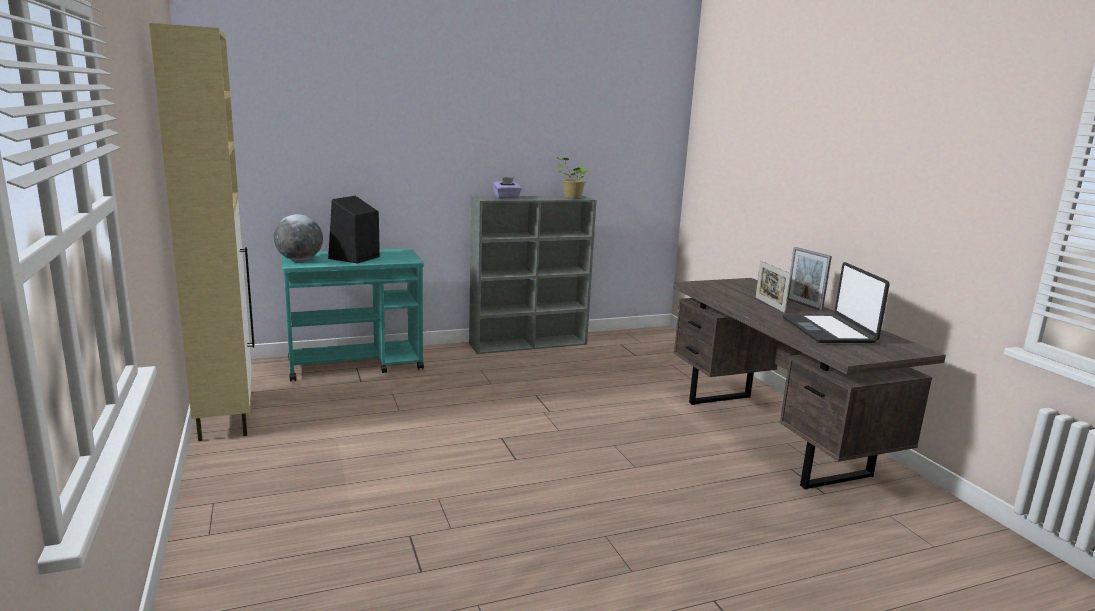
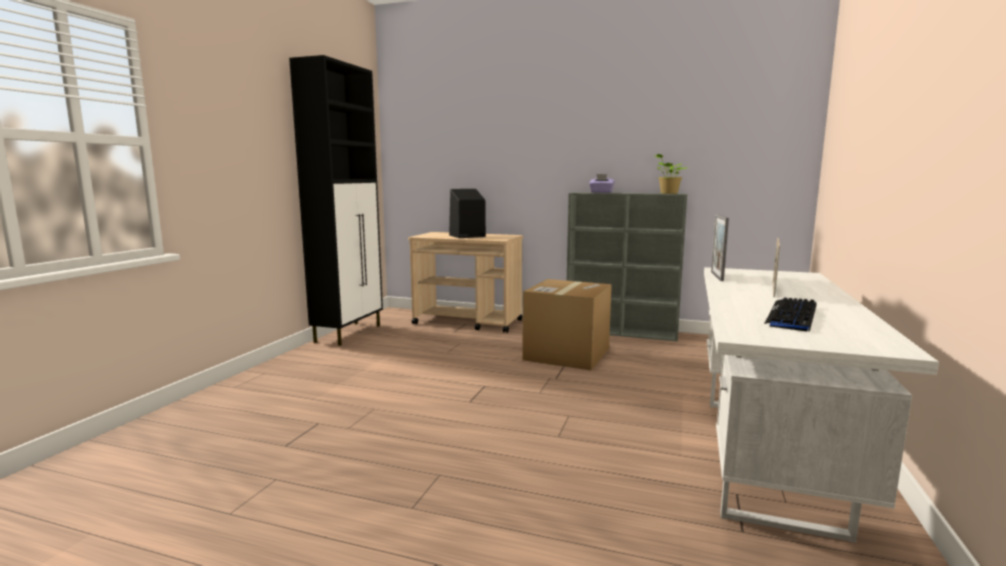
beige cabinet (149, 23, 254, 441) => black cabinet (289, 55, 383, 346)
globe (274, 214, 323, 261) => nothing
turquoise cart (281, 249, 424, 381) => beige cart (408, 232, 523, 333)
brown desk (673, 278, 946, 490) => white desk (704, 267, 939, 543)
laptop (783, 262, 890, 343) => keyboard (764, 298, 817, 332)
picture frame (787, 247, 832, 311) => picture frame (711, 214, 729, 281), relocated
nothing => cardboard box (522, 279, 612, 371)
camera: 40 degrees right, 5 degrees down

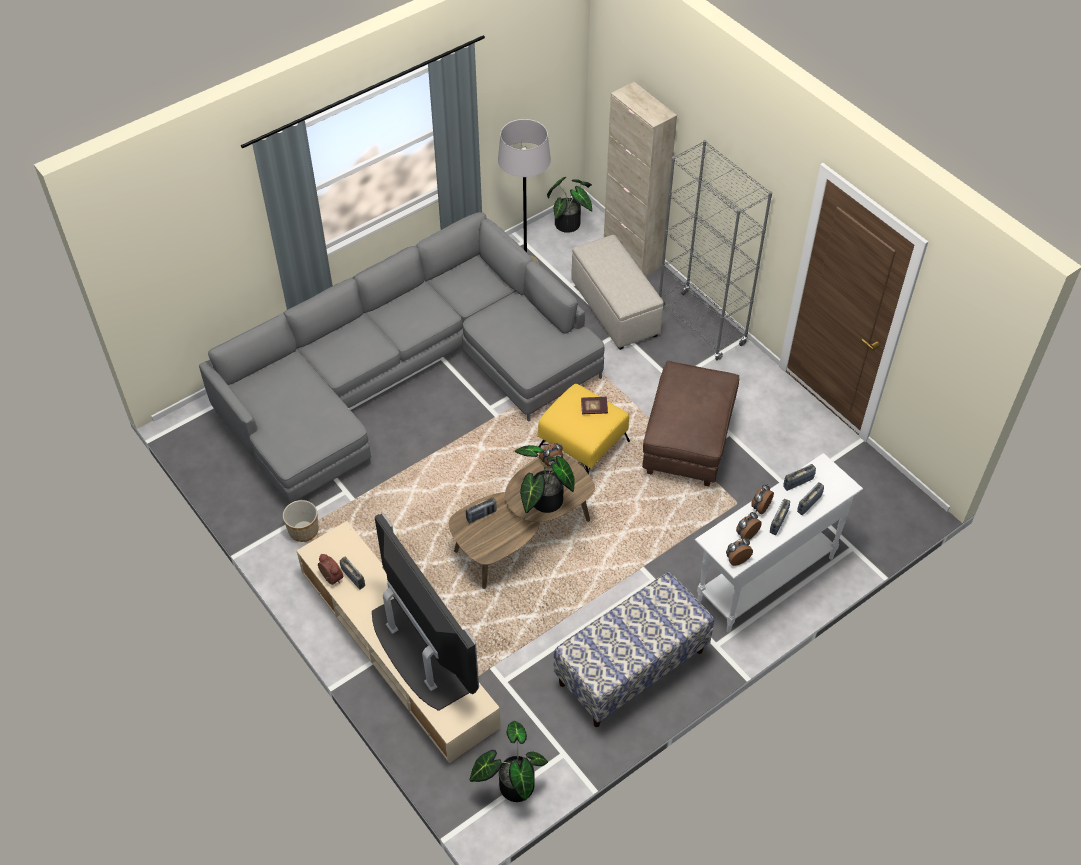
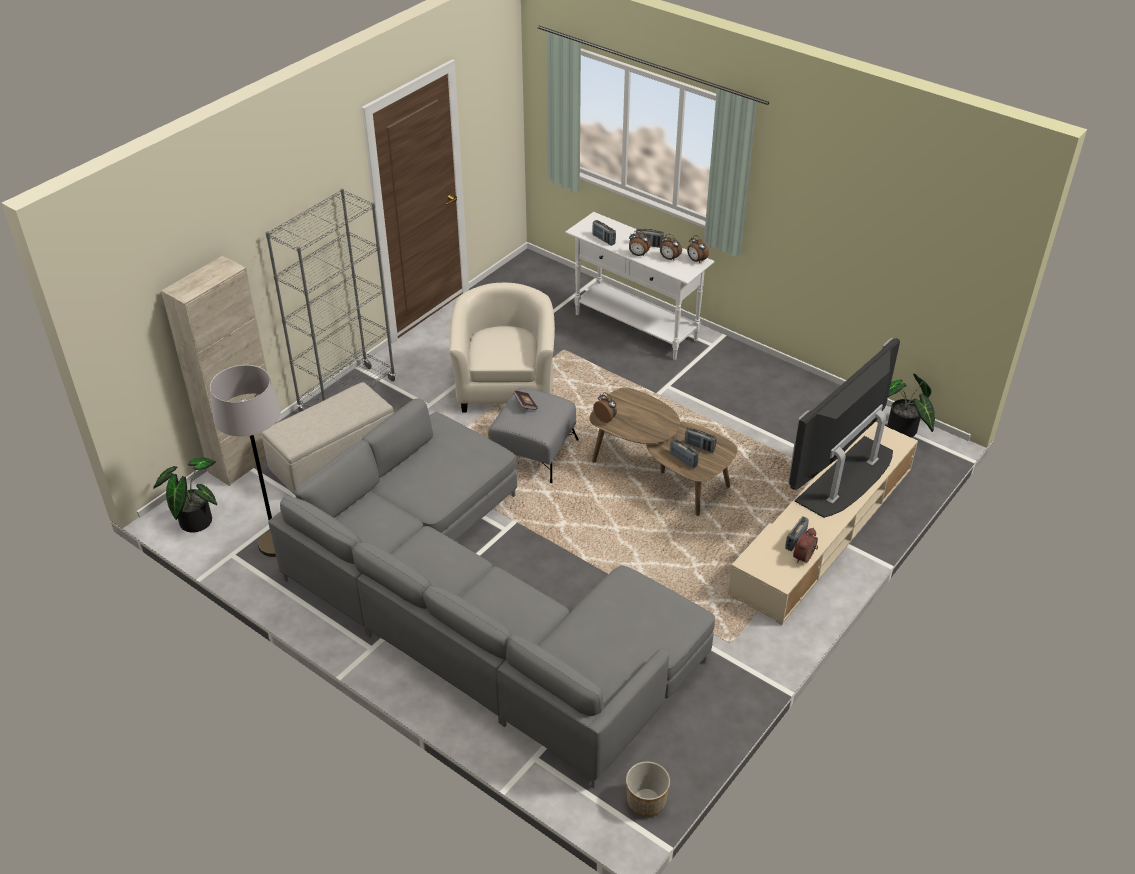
planter (283, 500, 319, 542) => planter (626, 761, 670, 817), relocated
potted plant (514, 445, 575, 513) => nothing
yellow ottoman (537, 384, 630, 474) => grey ottoman (488, 388, 579, 483)
bench (554, 572, 714, 727) => nothing
brown ottoman (642, 361, 739, 486) => beige armchair (449, 283, 555, 413)
radio (797, 482, 824, 515) => radio (685, 427, 717, 453), relocated
camera: 105 degrees left, 10 degrees down

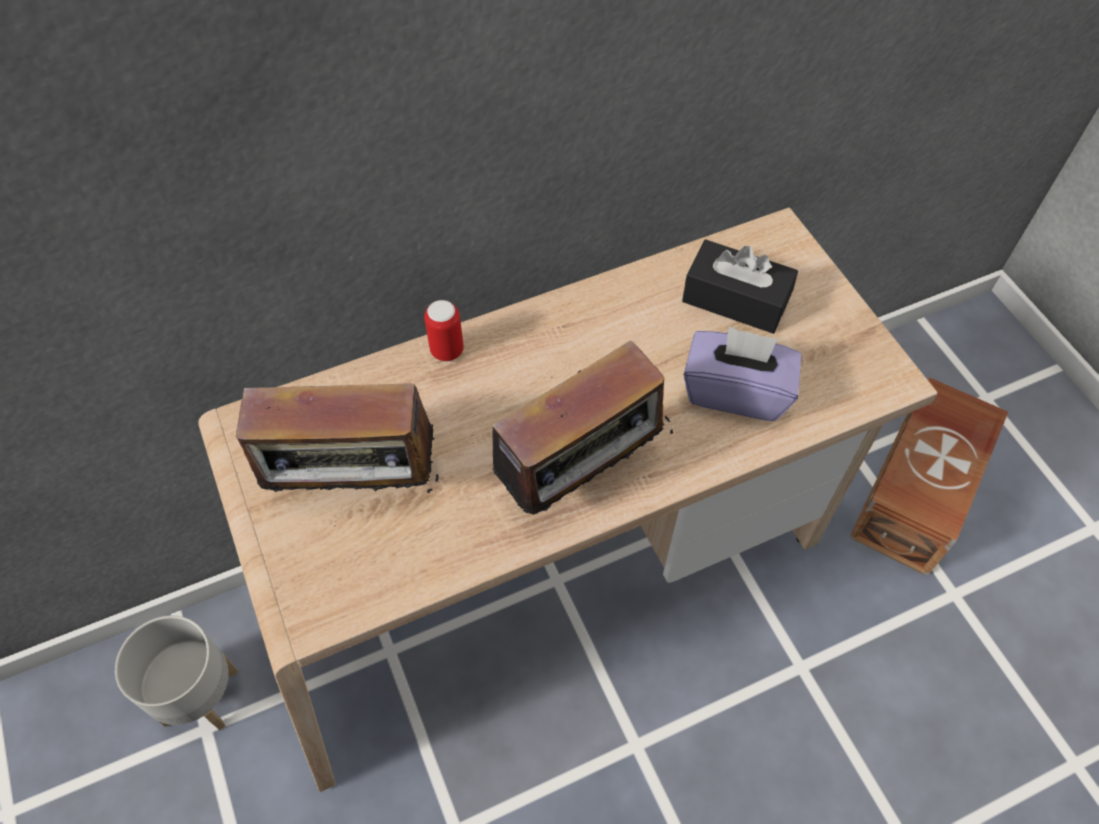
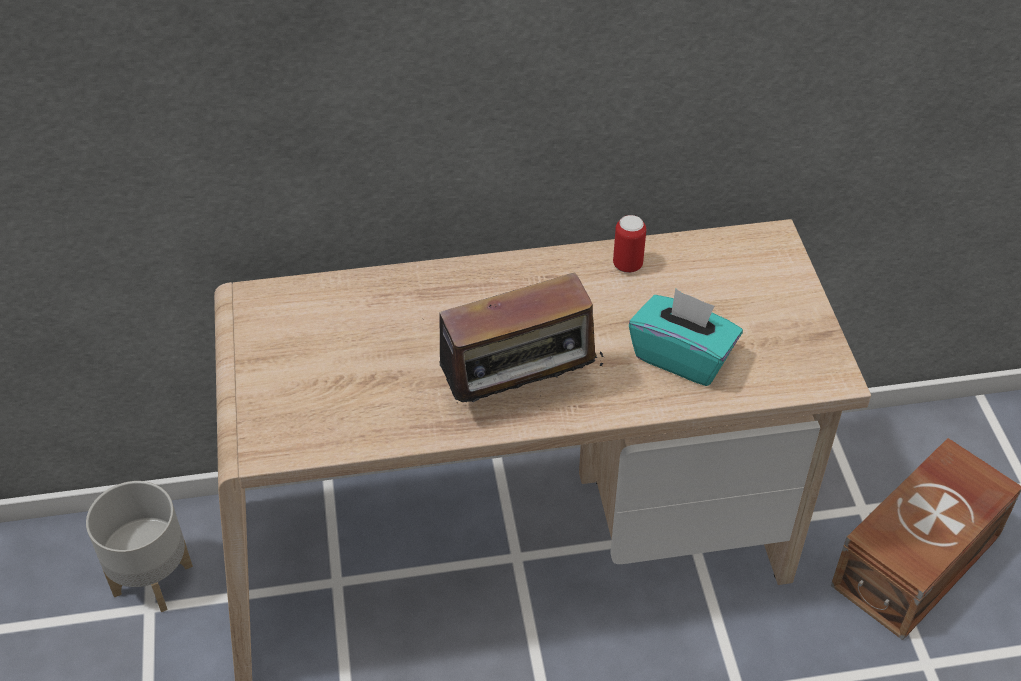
radio (236, 371, 439, 493) => nothing
can (424, 300, 464, 361) => can (613, 215, 646, 273), relocated
black tissue box (682, 239, 798, 334) => nothing
purple tissue box (684, 326, 801, 421) => turquoise tissue box (629, 288, 743, 386)
camera: 15 degrees right, 10 degrees down

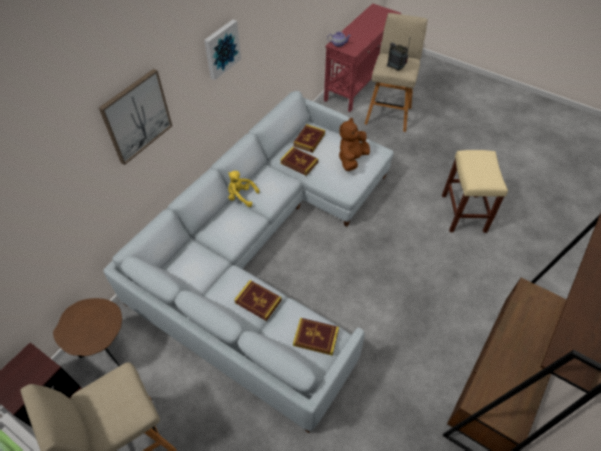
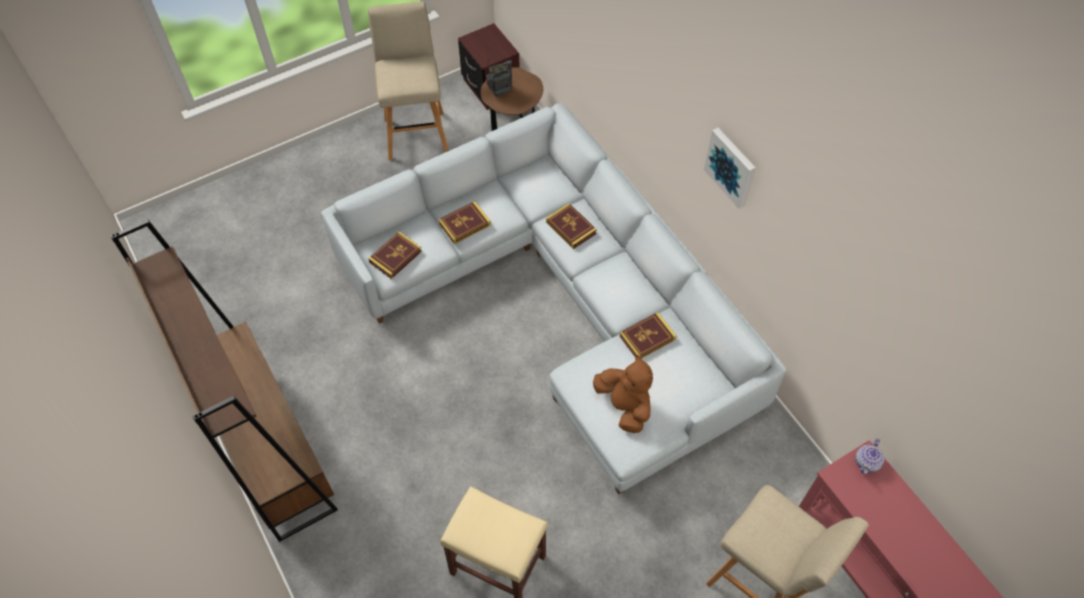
picture (99, 69, 172, 165) => nothing
yellow plush toy (228, 171, 260, 207) => nothing
book (293, 124, 325, 153) => book (546, 203, 597, 249), relocated
radio (387, 39, 410, 71) => radio (486, 57, 513, 97), relocated
camera: 115 degrees right, 5 degrees up

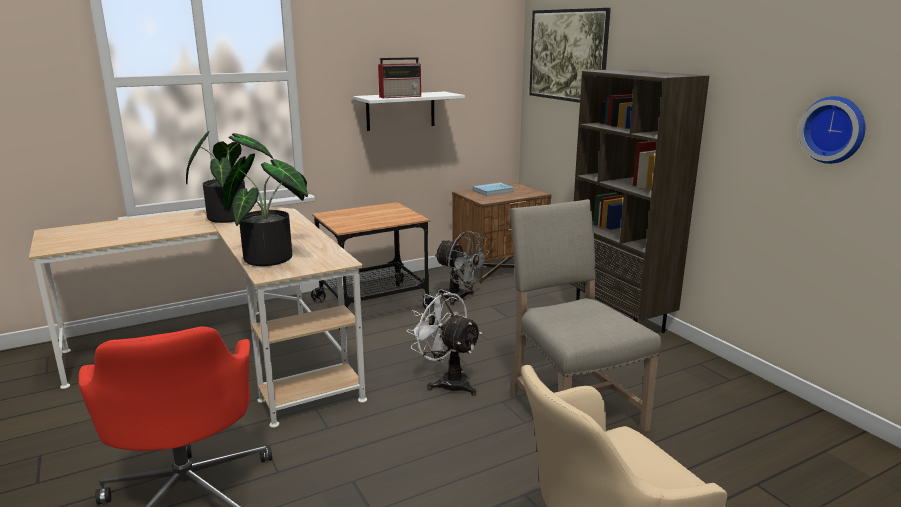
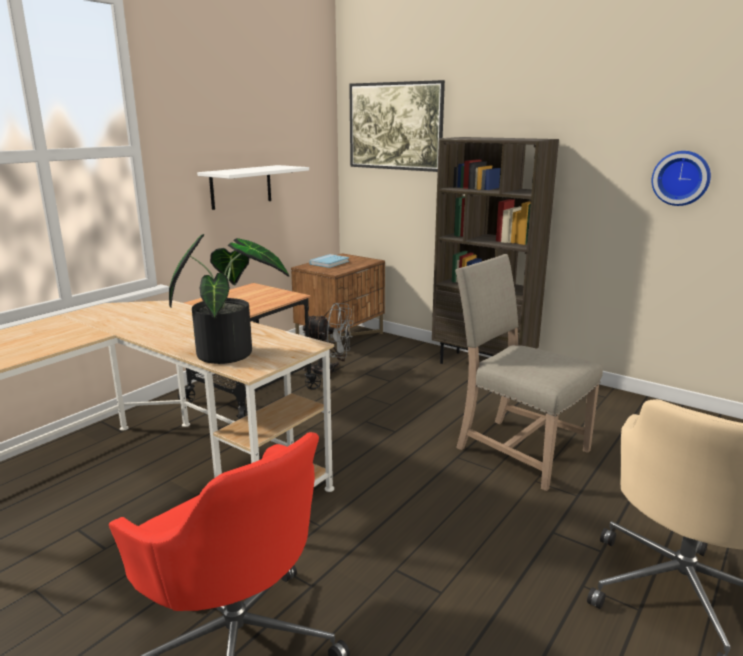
potted plant (186, 131, 273, 223) => nothing
radio (378, 57, 421, 98) => nothing
white fan (407, 289, 482, 396) => nothing
camera: 25 degrees left, 0 degrees up

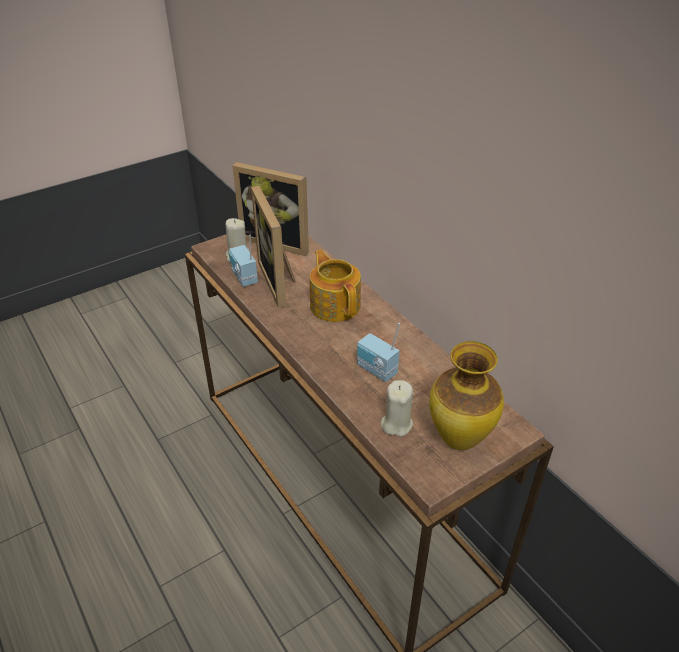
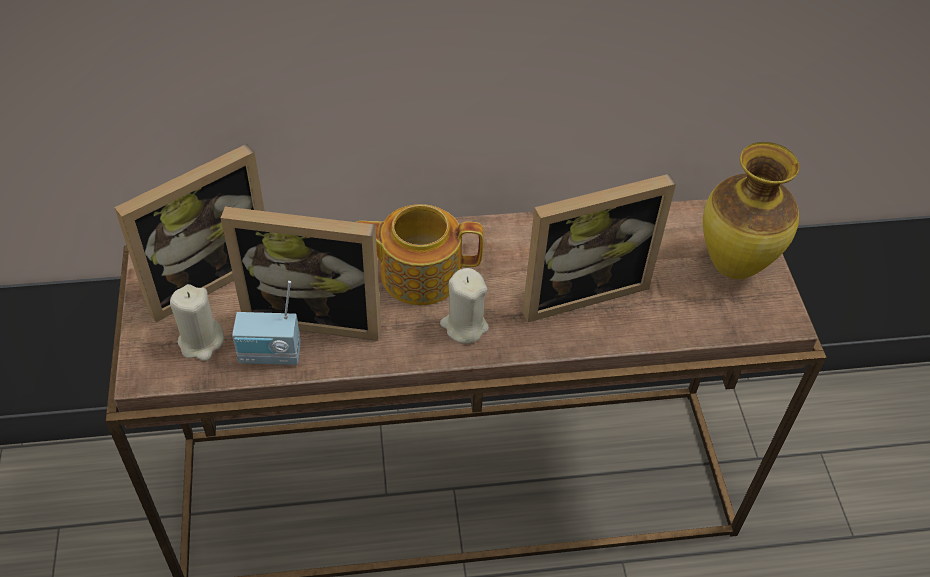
radio (357, 323, 400, 382) => picture frame (523, 174, 676, 322)
beige candle (381, 380, 413, 437) => beige candle (440, 268, 489, 344), relocated
camera: 65 degrees left, 10 degrees up

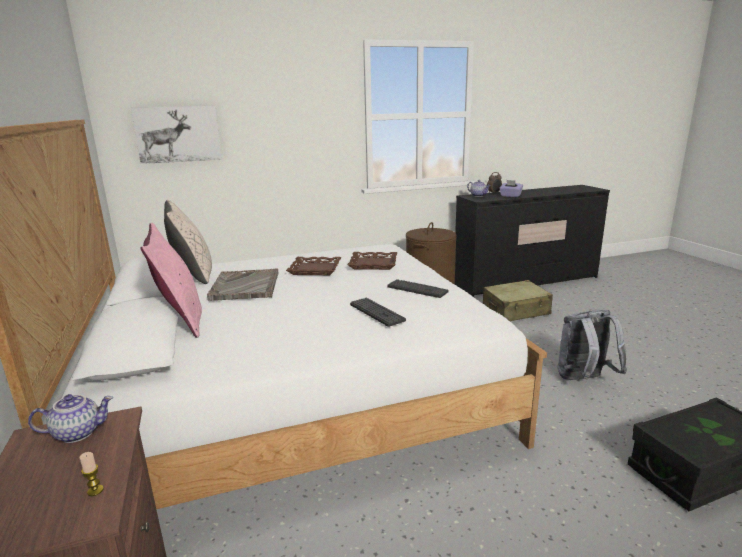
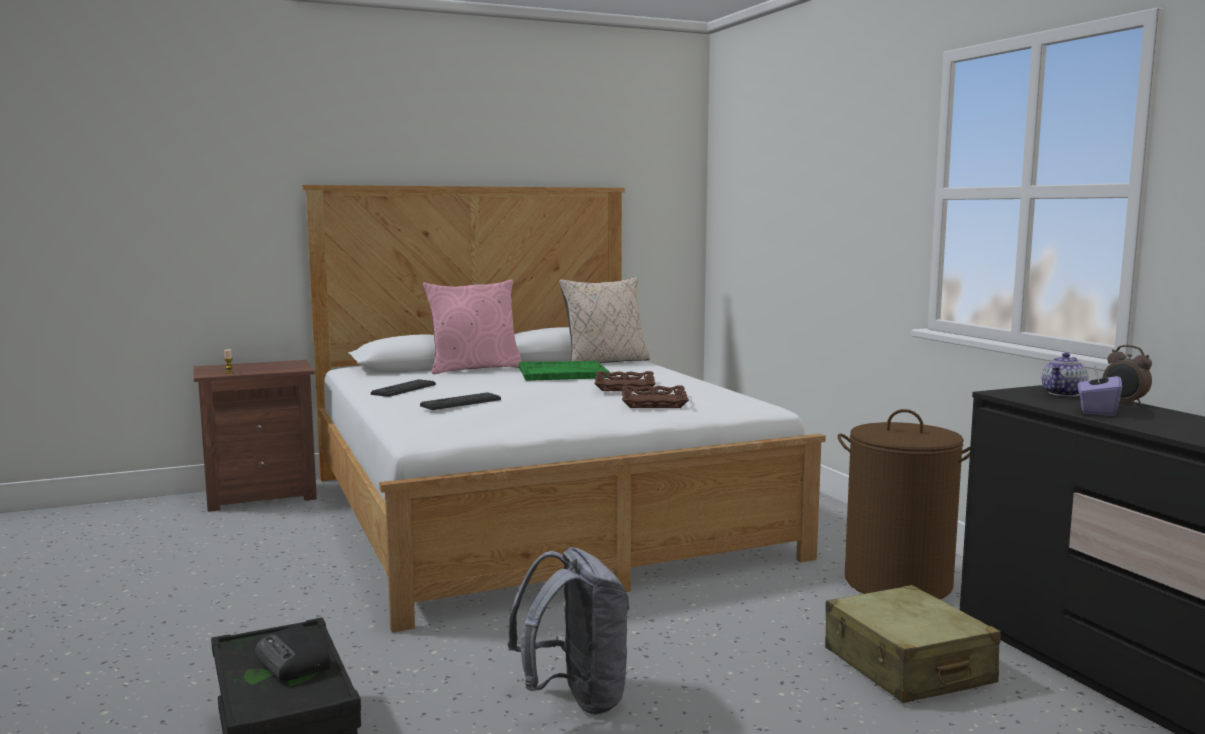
teapot (28, 394, 113, 443) => nothing
picture (131, 106, 222, 164) => nothing
grey tray (207, 268, 279, 301) => green tray (519, 361, 610, 381)
keyboard (387, 279, 448, 298) => keyboard (371, 379, 436, 397), relocated
nothing => radio (255, 624, 330, 681)
camera: 85 degrees right, 10 degrees down

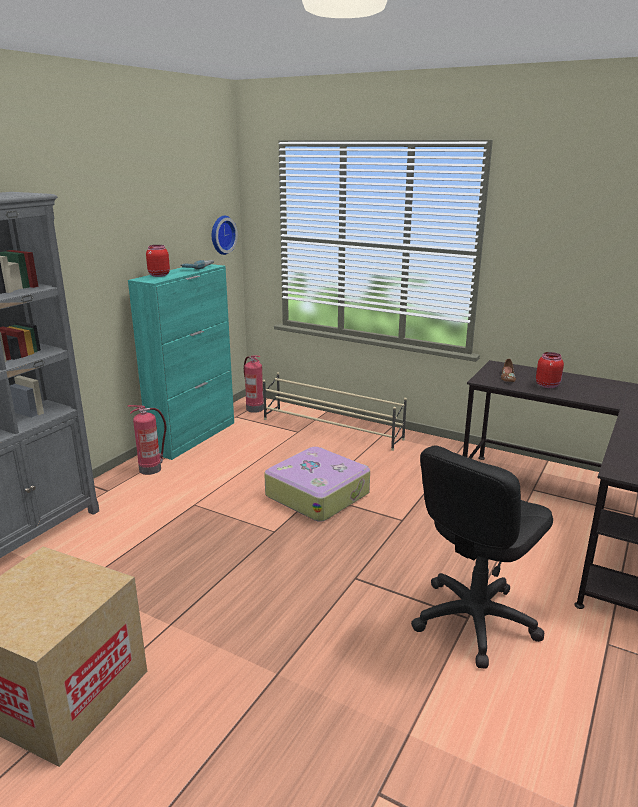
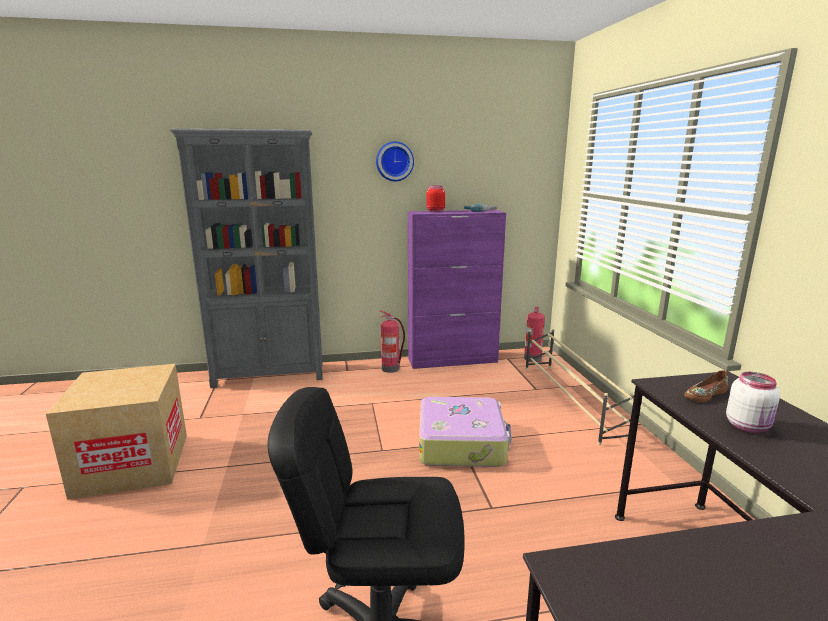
turquoise cabinet (128, 264, 234, 460) => purple cabinet (408, 210, 506, 369)
wall clock (212, 216, 238, 255) => wall clock (376, 141, 414, 181), relocated
red jar (536, 352, 564, 388) => white jar (726, 372, 780, 433)
camera: 50 degrees right, 5 degrees down

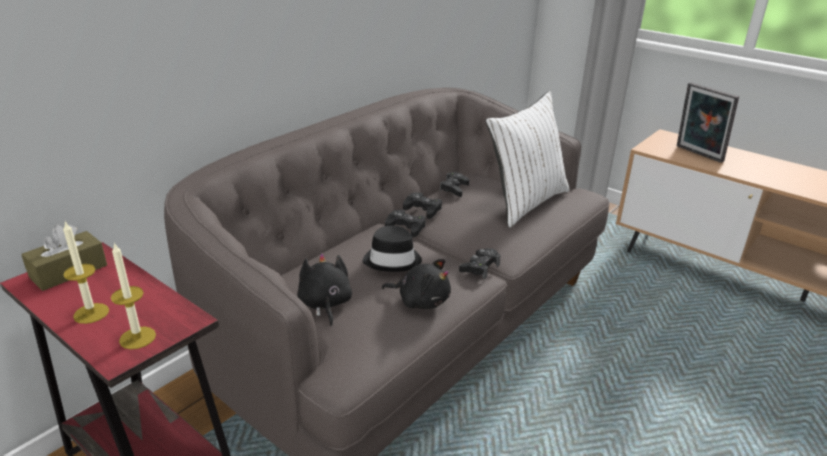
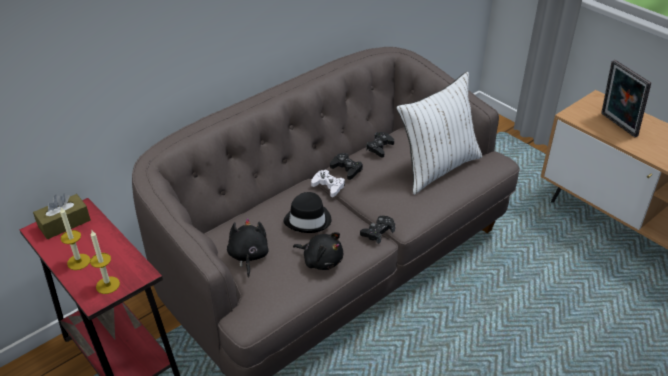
black game controller (385, 209, 426, 237) => white game controller (311, 170, 345, 197)
camera: 10 degrees right, 10 degrees up

